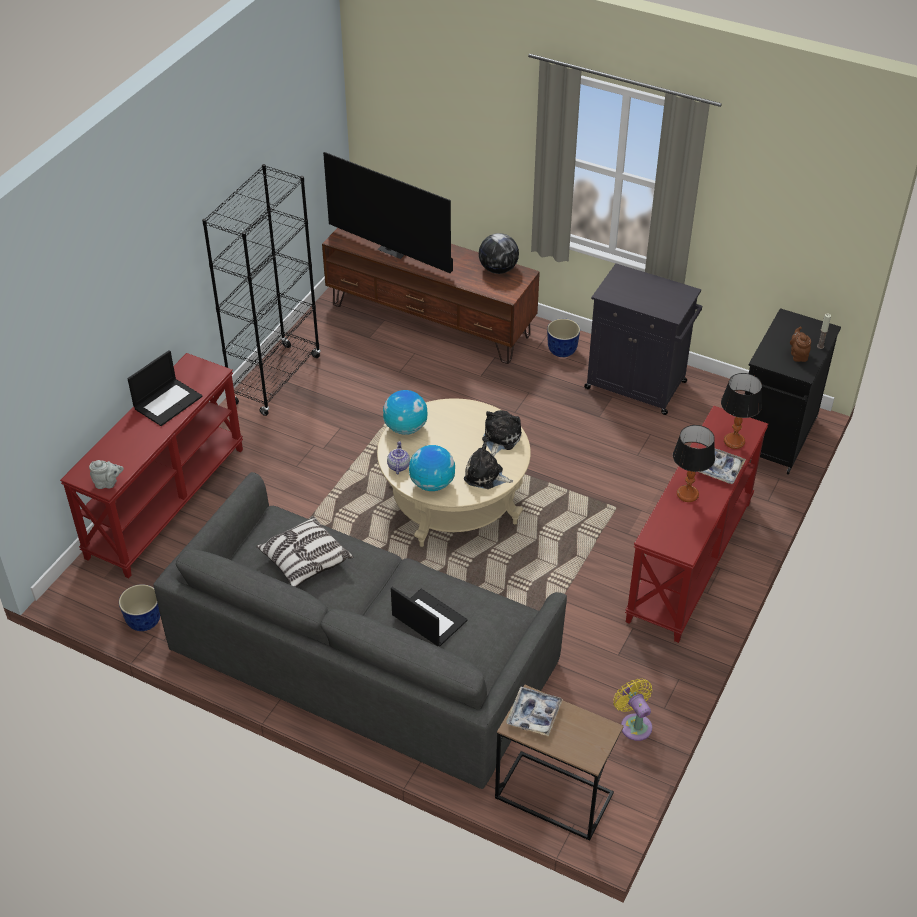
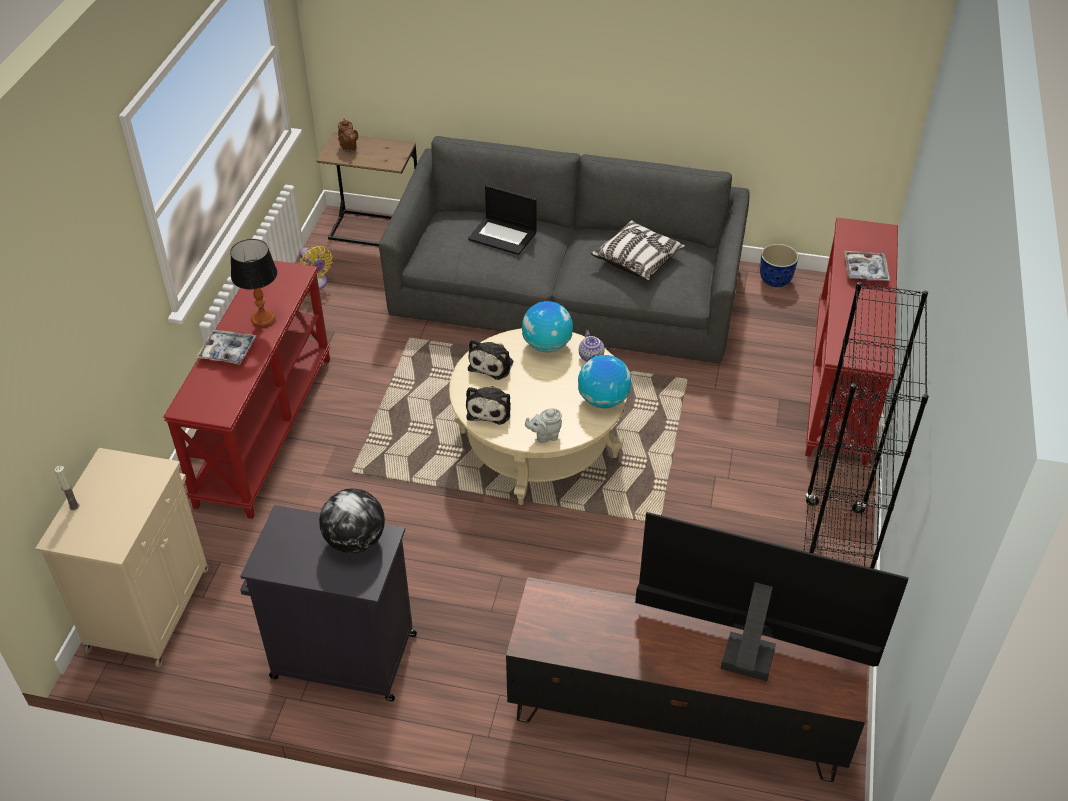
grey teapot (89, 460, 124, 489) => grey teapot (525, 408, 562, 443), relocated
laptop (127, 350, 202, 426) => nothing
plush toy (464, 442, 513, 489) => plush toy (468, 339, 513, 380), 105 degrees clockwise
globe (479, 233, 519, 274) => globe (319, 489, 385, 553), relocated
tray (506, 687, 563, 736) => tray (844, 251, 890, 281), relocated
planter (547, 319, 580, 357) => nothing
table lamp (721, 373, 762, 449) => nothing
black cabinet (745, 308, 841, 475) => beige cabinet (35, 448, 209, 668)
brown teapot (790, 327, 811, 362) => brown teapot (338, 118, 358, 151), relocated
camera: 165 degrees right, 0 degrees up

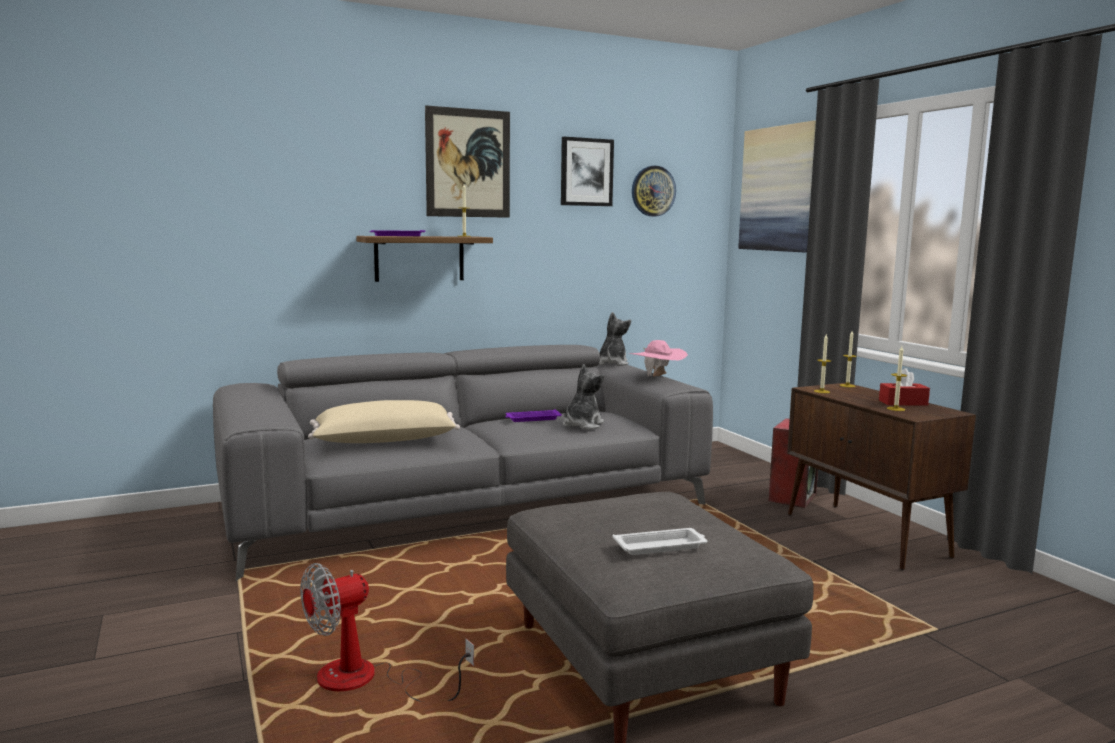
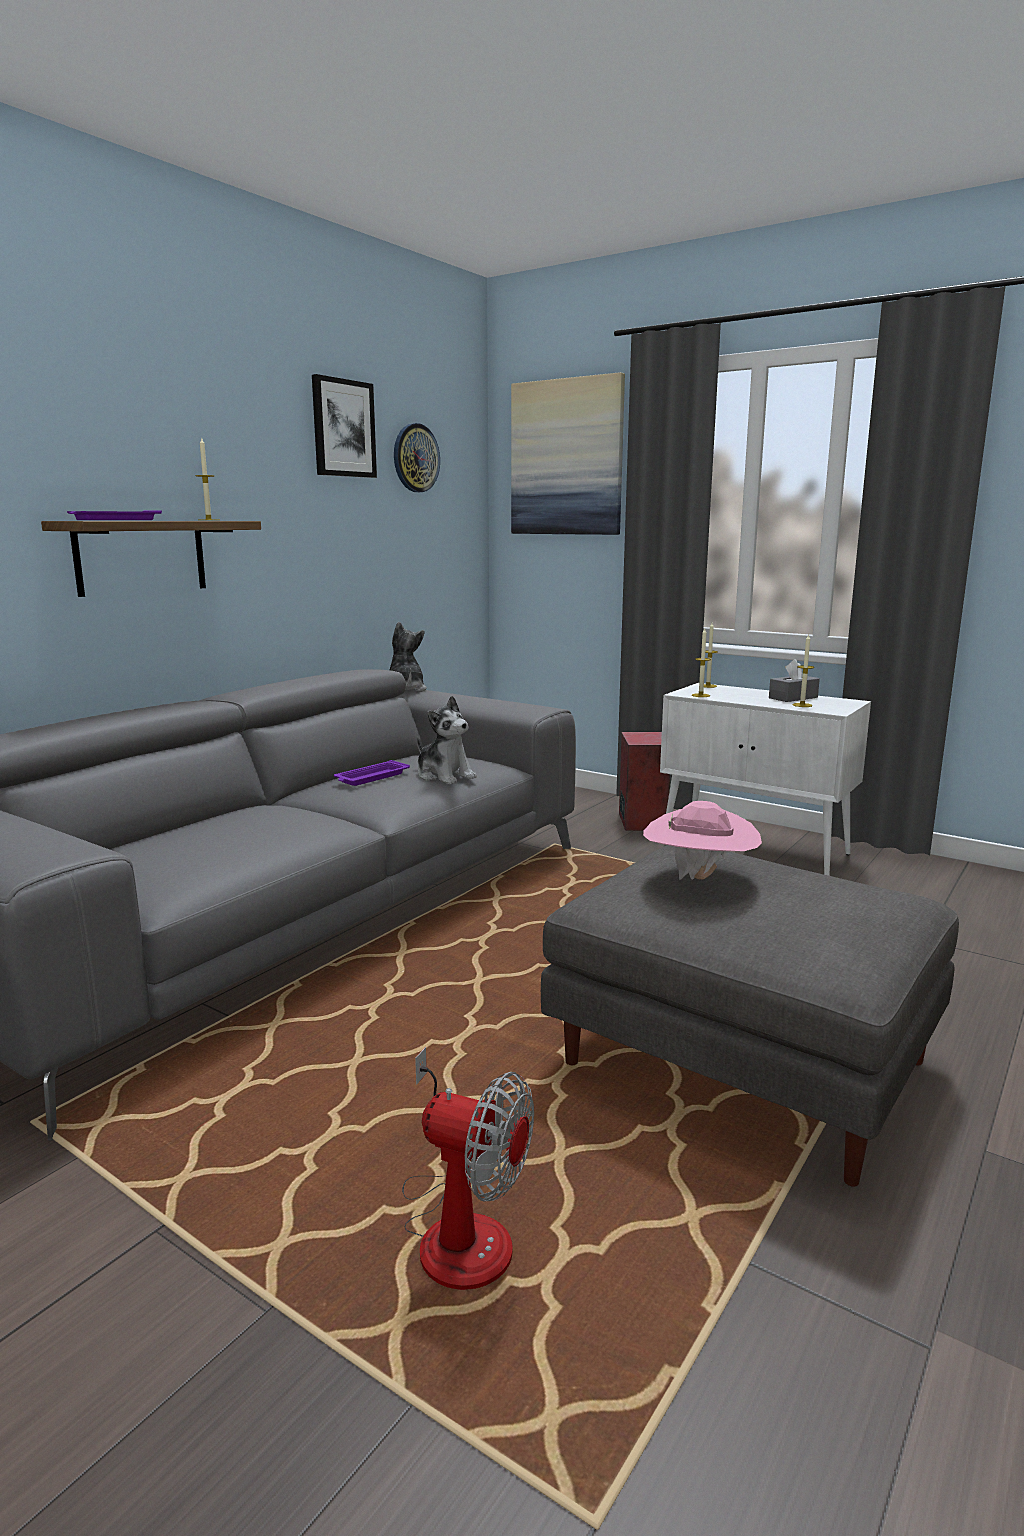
fan (300, 563, 474, 702) => fan (402, 1047, 534, 1290), 90 degrees counterclockwise
beige pillow (308, 400, 460, 443) => nothing
picture (425, 105, 510, 218) => nothing
plush toy (563, 364, 604, 430) => plush toy (417, 696, 477, 785), 135 degrees clockwise
white tray (613, 528, 707, 555) => nothing
pink hat (629, 340, 688, 377) => pink hat (643, 801, 762, 880), relocated
brown cabinet (787, 383, 976, 570) => white cabinet (660, 683, 871, 876)
red tissue box (879, 368, 930, 406) => grey tissue box (769, 659, 820, 702)
camera: 30 degrees left, 5 degrees up

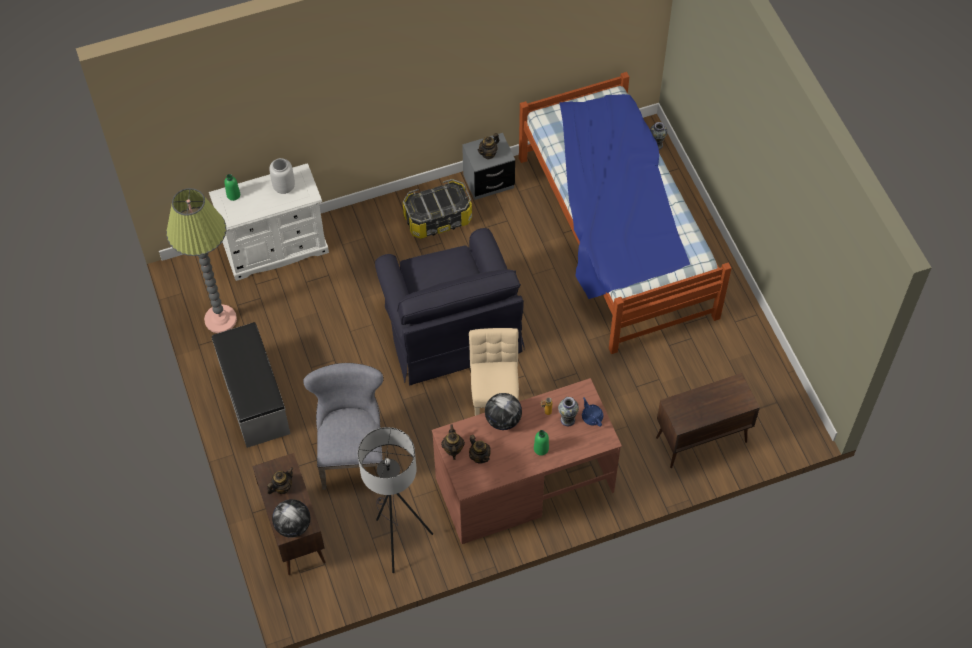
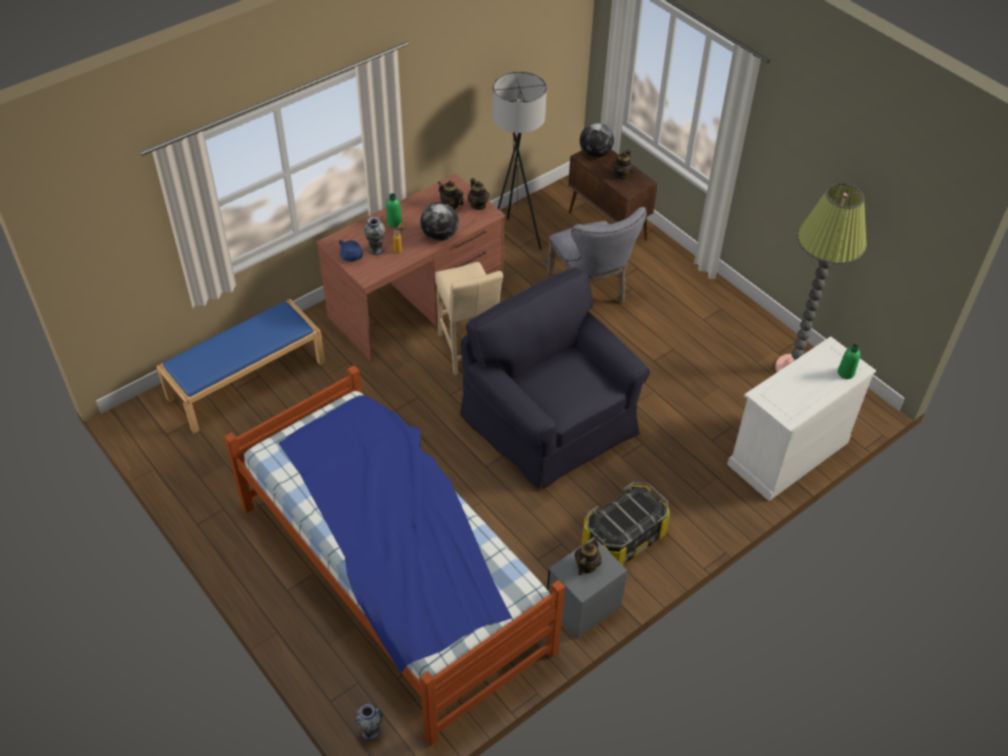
grey bench (212, 322, 290, 448) => nothing
grey vase (269, 158, 295, 194) => nothing
brown cabinet (656, 373, 760, 468) => blue bench (156, 299, 325, 433)
camera: 160 degrees right, 10 degrees down

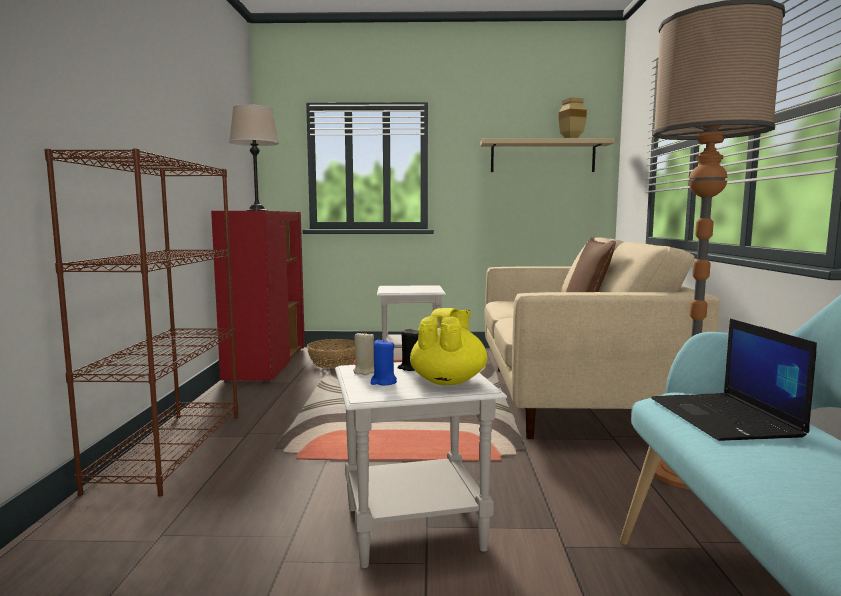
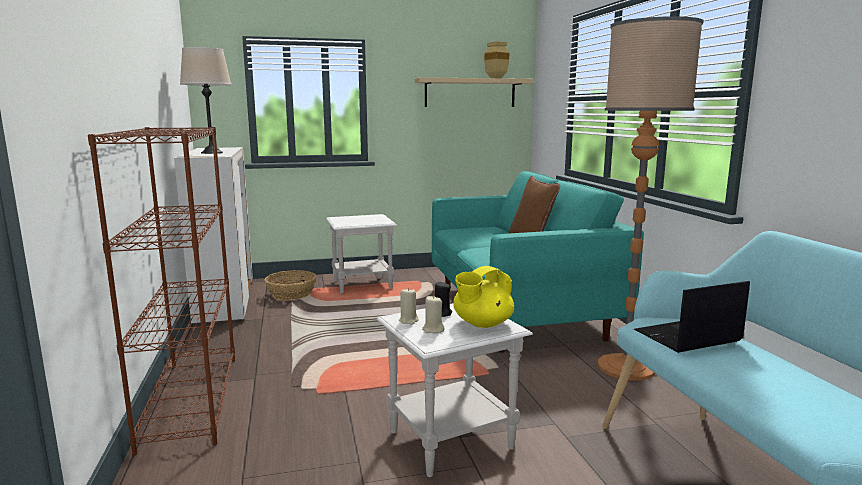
red cabinet (211, 211, 305, 383) => white cabinet (174, 147, 253, 325)
blue candle (370, 338, 397, 385) => beige candle (422, 296, 445, 333)
yellow teapot (410, 308, 488, 385) => yellow teapot (453, 266, 514, 328), 135 degrees counterclockwise
beige sofa (484, 237, 720, 439) => turquoise sofa (432, 171, 644, 353)
laptop (651, 319, 817, 441) => laptop (634, 281, 750, 353), 90 degrees clockwise
camera: 15 degrees left, 5 degrees up

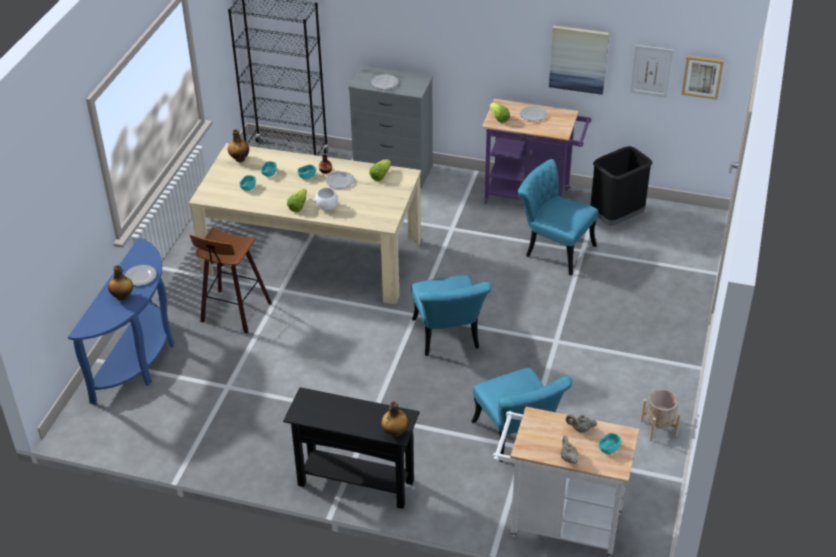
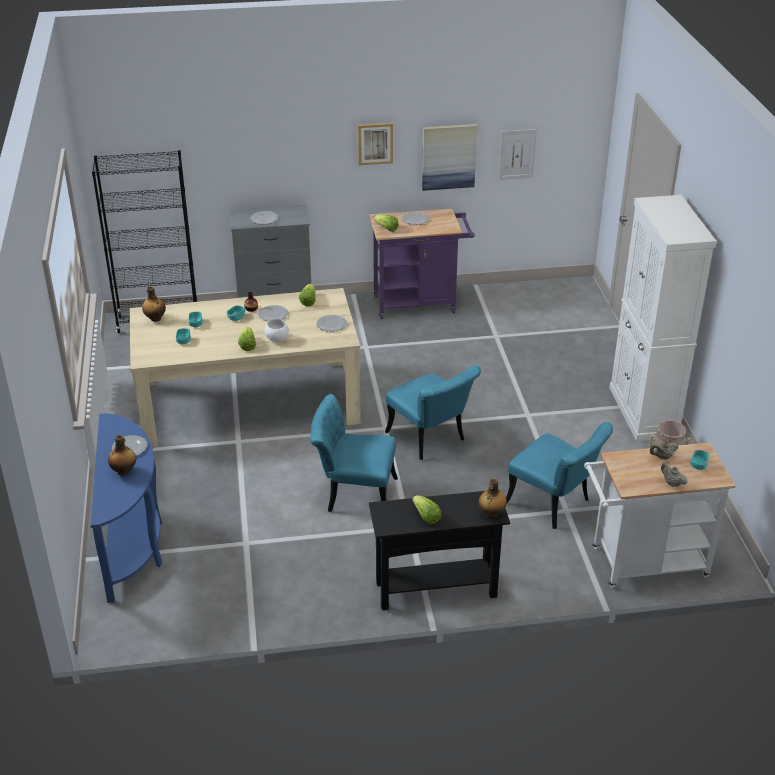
stool (190, 227, 272, 334) => nothing
turquoise chair (517, 159, 598, 276) => turquoise chair (310, 394, 398, 512), relocated
black trash can (590, 146, 653, 226) => nothing
picture (681, 55, 724, 100) => picture (358, 123, 393, 165), relocated
nothing => plate (316, 315, 347, 332)
nothing => lettuce (412, 495, 442, 524)
nothing => white cabinet (609, 195, 717, 441)
camera: 25 degrees left, 5 degrees down

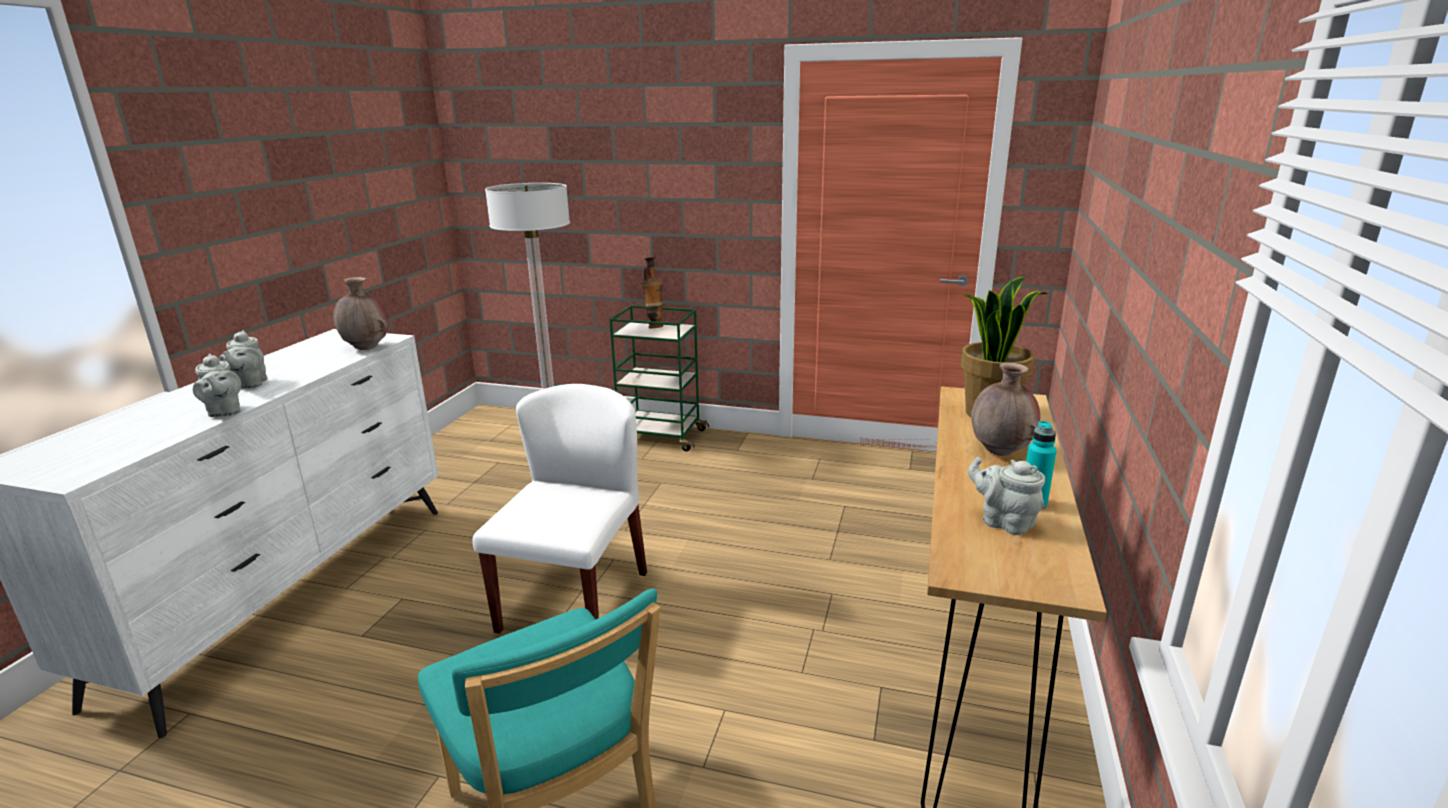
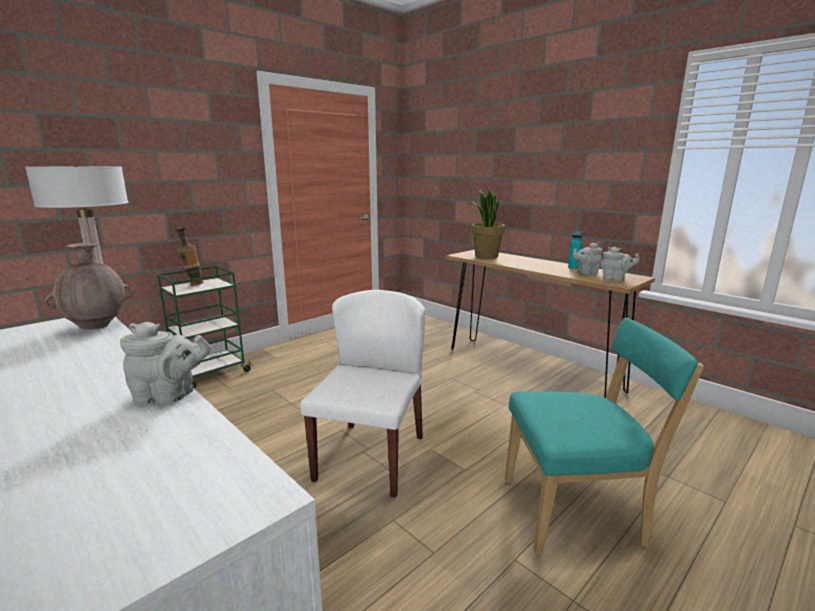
grey teapot (220, 330, 267, 389) => grey teapot (601, 247, 640, 281), relocated
white chair (473, 384, 647, 634) => white chair (300, 290, 425, 498), 60 degrees clockwise
brown vase (971, 363, 1040, 456) => nothing
camera: 60 degrees left, 5 degrees down

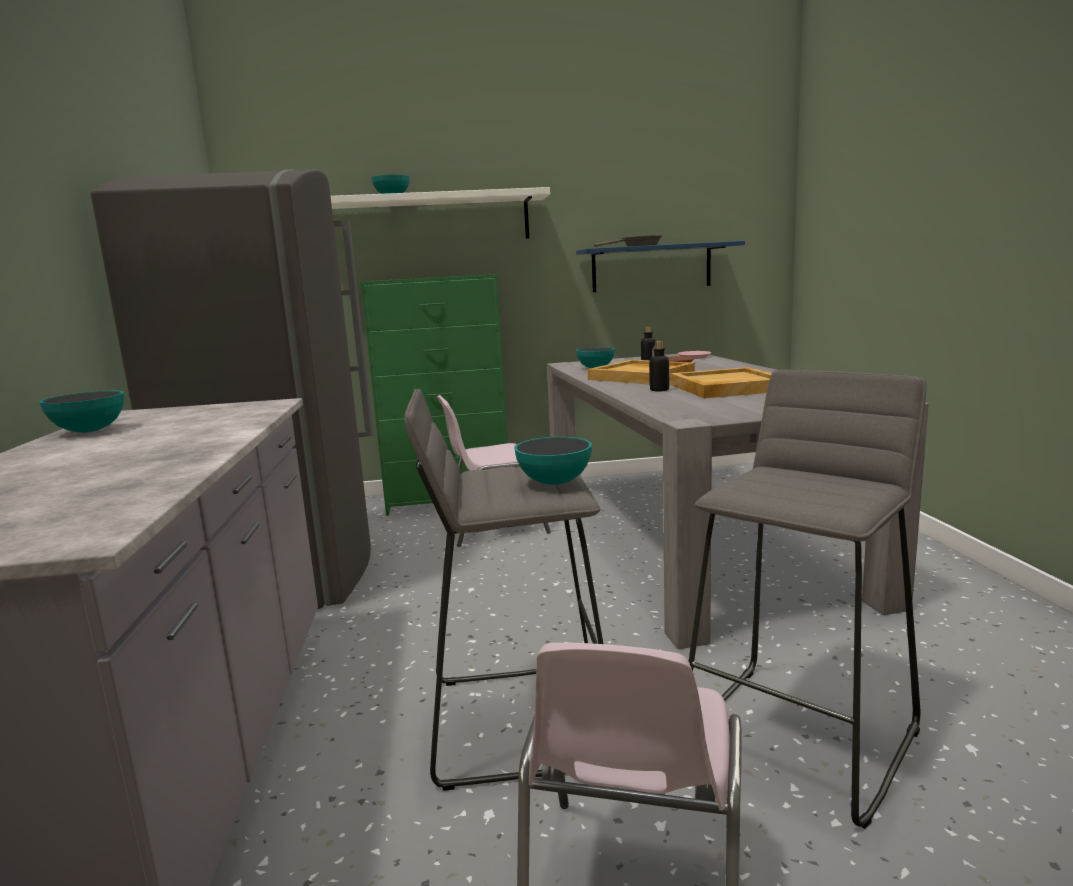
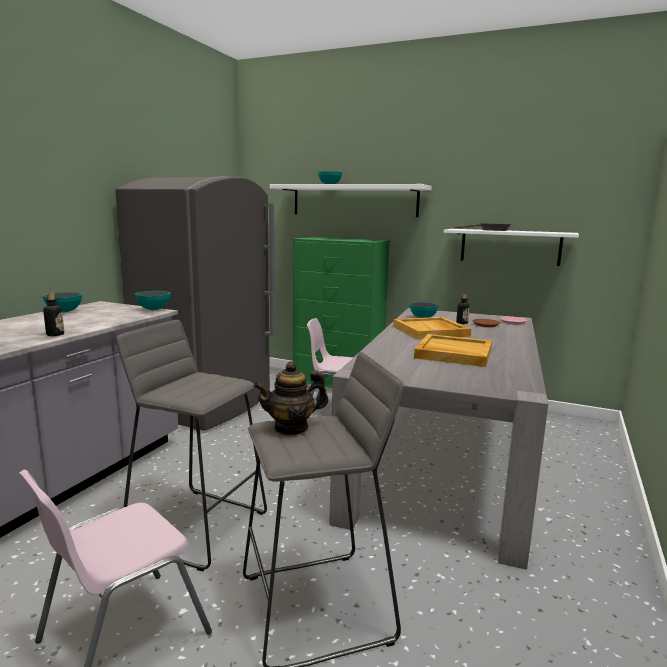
bowl (514, 437, 592, 485) => bowl (135, 291, 171, 310), relocated
blue shelf (576, 241, 745, 292) => white shelf (444, 229, 579, 266)
bottle (649, 341, 670, 392) => bottle (43, 293, 64, 336), relocated
nothing => teapot (253, 361, 328, 435)
camera: 30 degrees right, 0 degrees up

